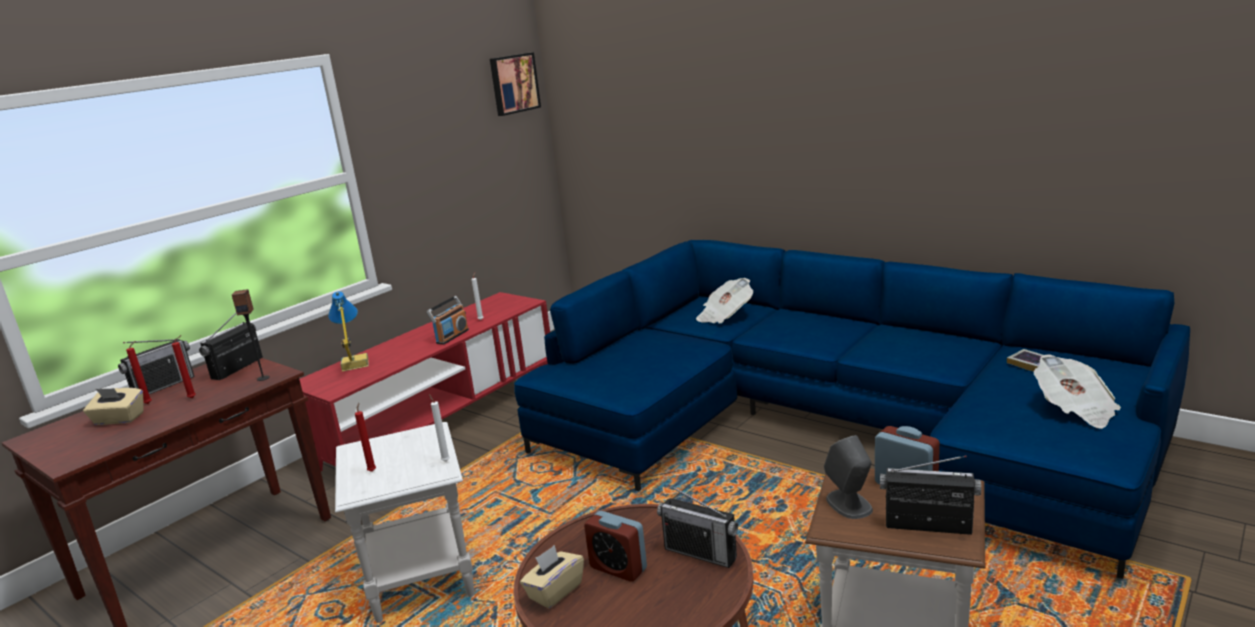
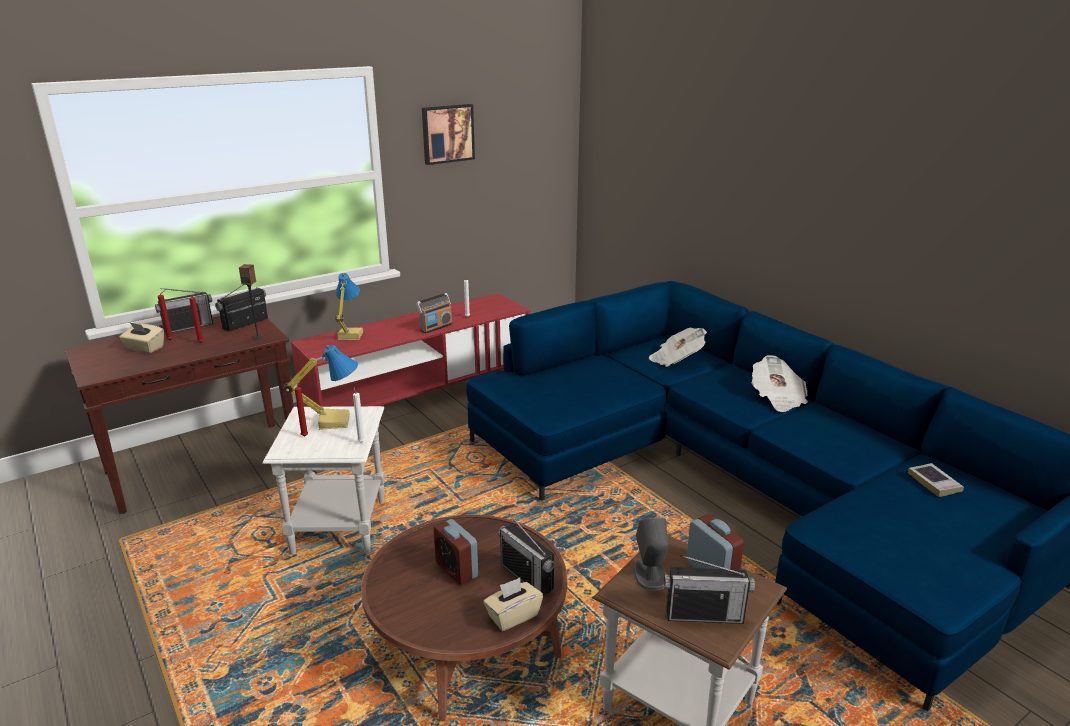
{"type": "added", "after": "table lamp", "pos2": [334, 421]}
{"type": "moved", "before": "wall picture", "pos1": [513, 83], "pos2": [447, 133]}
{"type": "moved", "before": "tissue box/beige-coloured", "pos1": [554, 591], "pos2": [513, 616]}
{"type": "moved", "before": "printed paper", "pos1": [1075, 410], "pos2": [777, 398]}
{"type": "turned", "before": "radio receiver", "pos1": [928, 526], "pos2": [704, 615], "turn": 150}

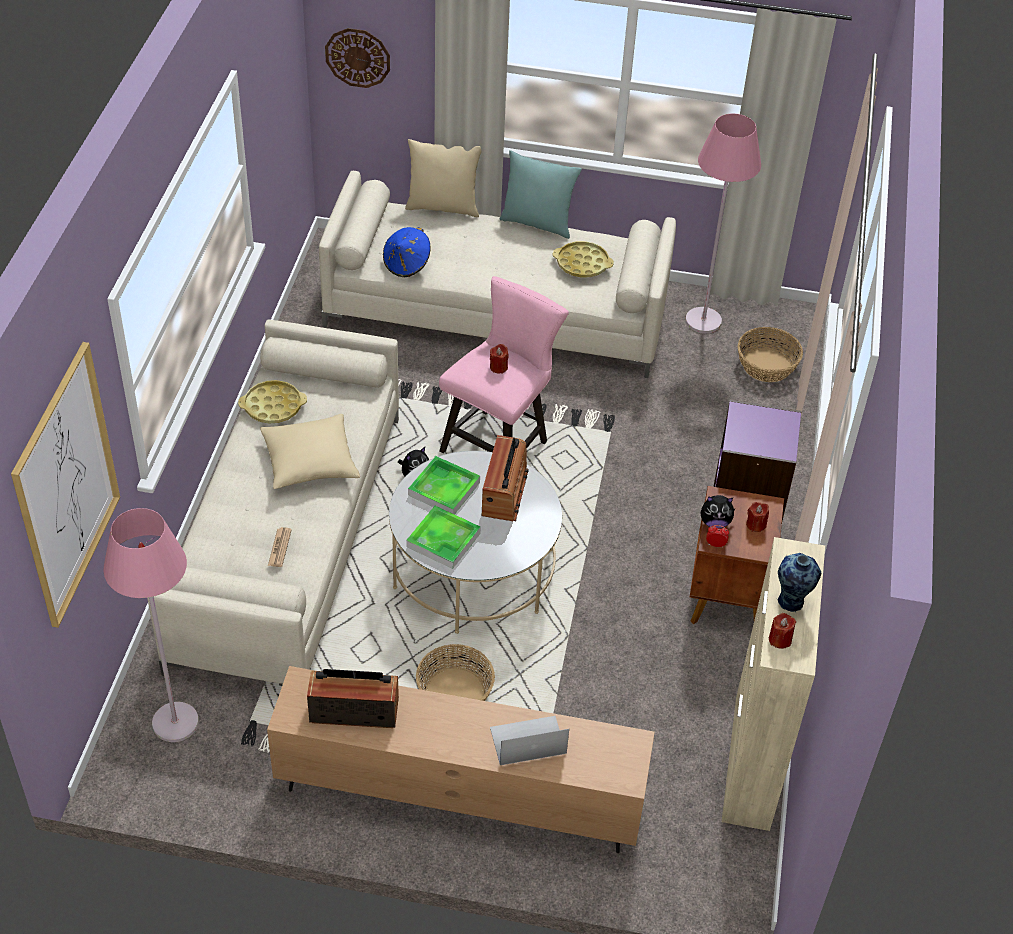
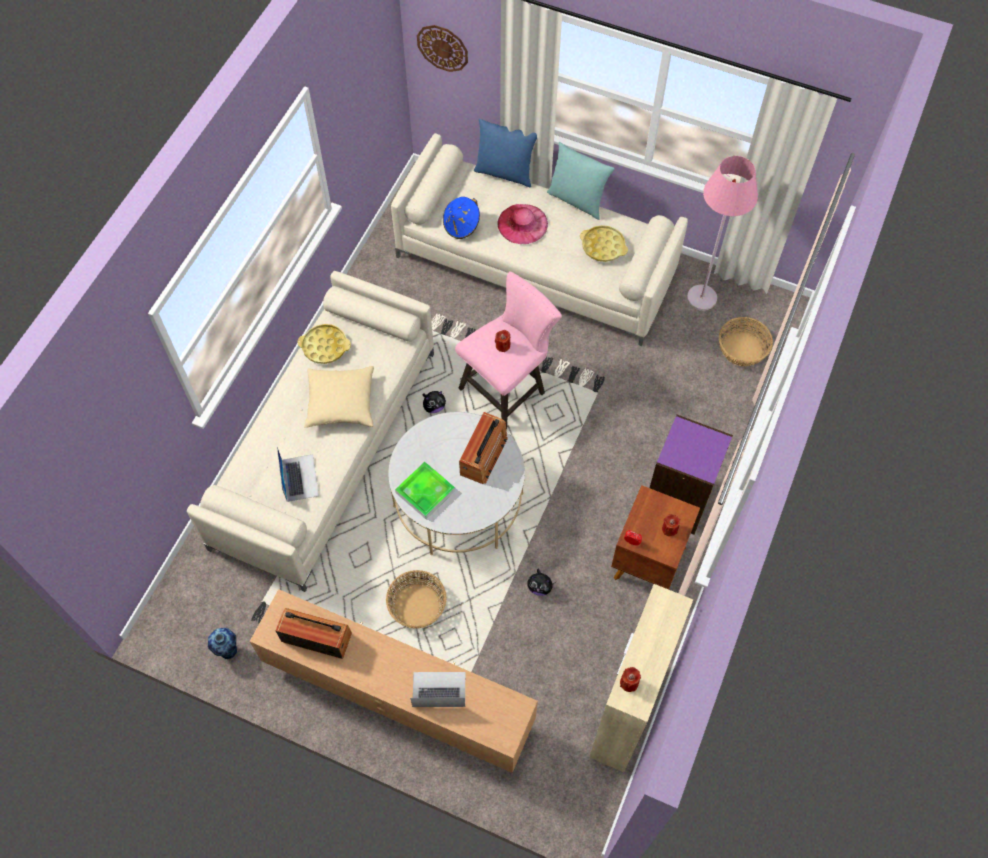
{"type": "removed", "before": "wall picture", "pos1": [67, 486]}
{"type": "removed", "before": "standard lamp/pink", "pos1": [175, 722]}
{"type": "removed", "before": "serving tray", "pos1": [444, 489]}
{"type": "added", "after": "hat/pink", "pos2": [522, 224]}
{"type": "moved", "before": "cuddly toy", "pos1": [715, 522], "pos2": [540, 587]}
{"type": "moved", "before": "flower vase", "pos1": [791, 602], "pos2": [228, 651]}
{"type": "replaced", "before": "printed paper", "after": "notebook computer", "pos1": [279, 547], "pos2": [299, 477]}
{"type": "recoloured", "before": "throw pillow/beige-coloured", "after": "throw pillow/blue", "pos1": [443, 207], "pos2": [505, 173]}

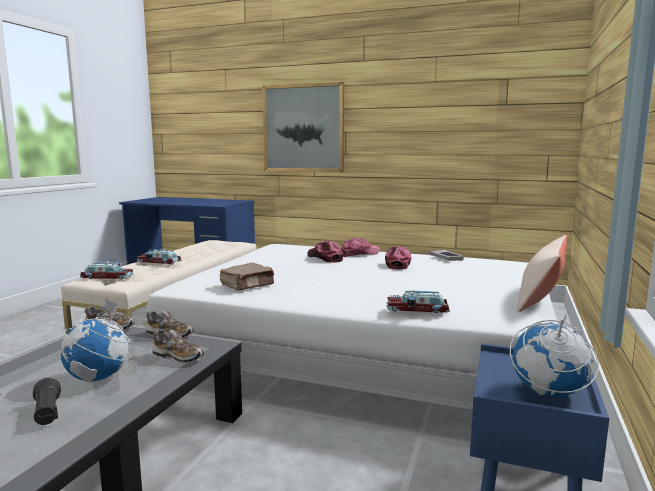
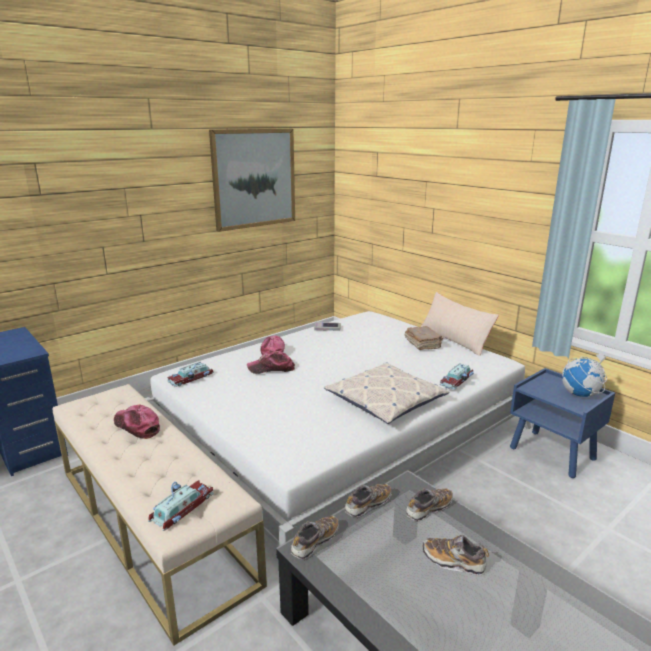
{"type": "removed", "before": "flashlight/blackish", "pos1": [47, 413]}
{"type": "added", "after": "throw pillow", "pos2": [385, 400]}
{"type": "moved", "before": "miniature car", "pos1": [159, 262], "pos2": [192, 378]}
{"type": "moved", "before": "volume/brown-coloured", "pos1": [248, 285], "pos2": [422, 344]}
{"type": "moved", "before": "wall picture", "pos1": [303, 128], "pos2": [254, 178]}
{"type": "moved", "before": "cap", "pos1": [397, 264], "pos2": [137, 426]}
{"type": "replaced", "before": "desk globe", "after": "item of footwear", "pos1": [99, 378], "pos2": [453, 561]}

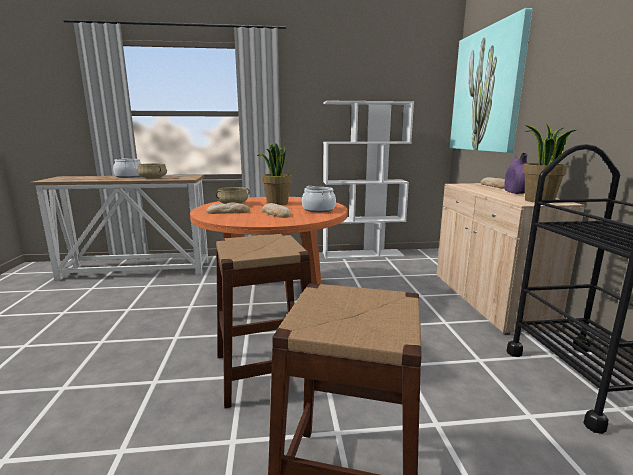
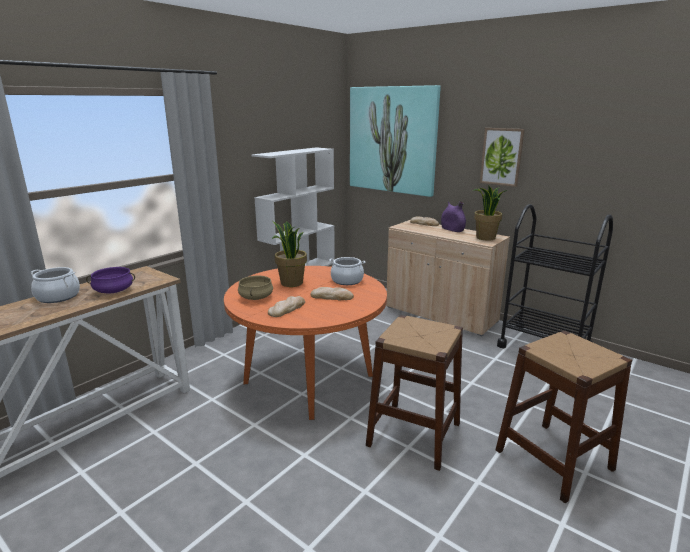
{"type": "added", "after": "wall picture", "pos2": [501, 156]}
{"type": "recoloured", "before": "saucepot/beige-coloured", "after": "saucepot/purple", "pos1": [153, 178], "pos2": [113, 291]}

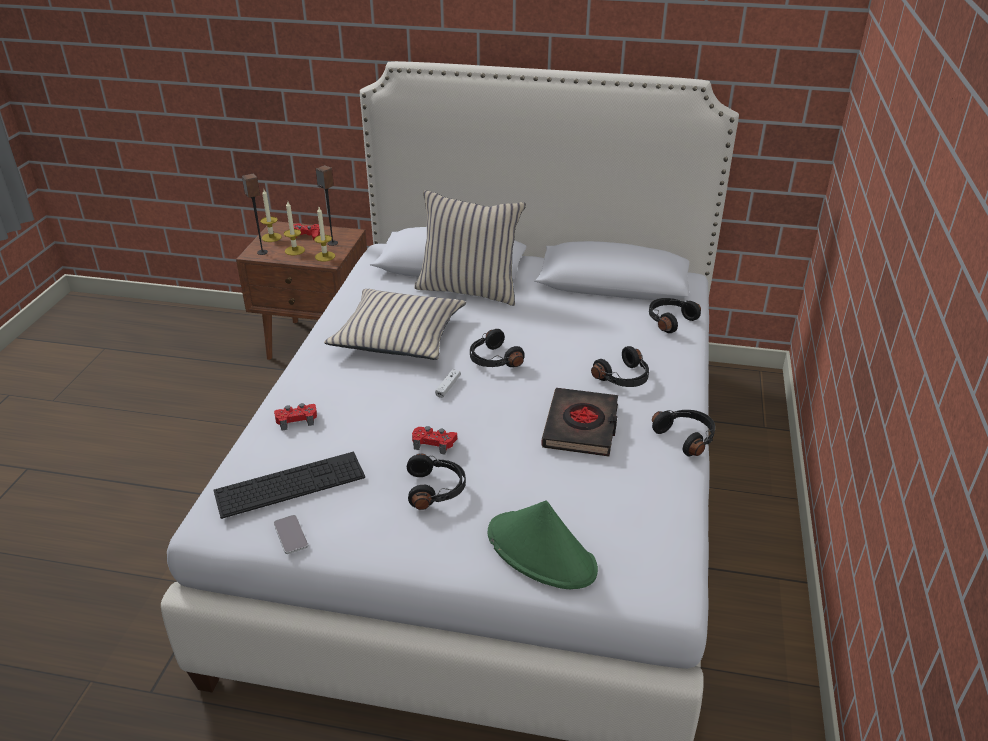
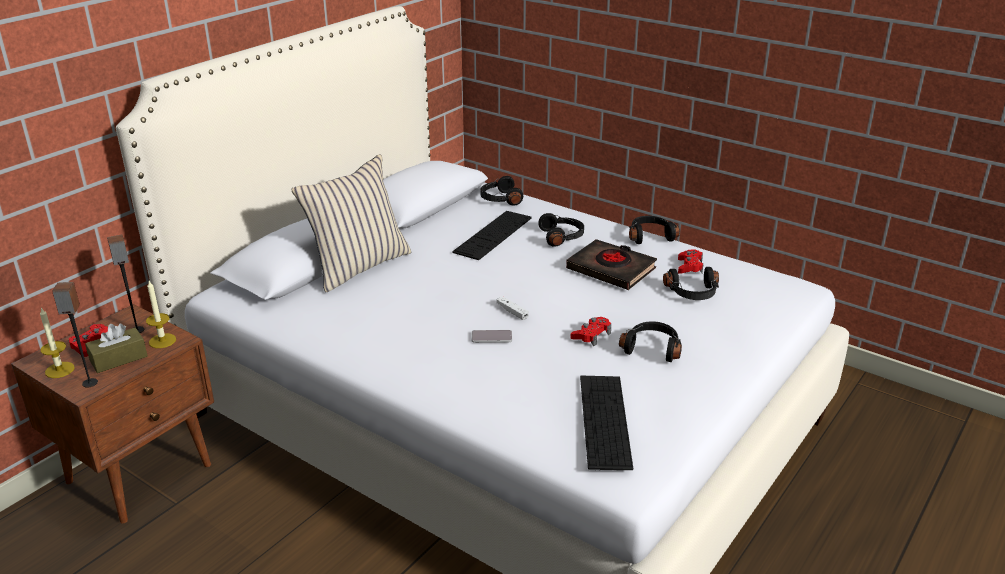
{"type": "removed", "before": "throw pillow/beige-coloured", "pos1": [398, 336]}
{"type": "removed", "before": "hat/green", "pos1": [542, 552]}
{"type": "added", "after": "keyboard", "pos2": [493, 235]}
{"type": "moved", "before": "game controller/red-coloured", "pos1": [296, 419], "pos2": [689, 267]}
{"type": "moved", "before": "handset", "pos1": [291, 535], "pos2": [491, 337]}
{"type": "moved", "before": "headset/blackish", "pos1": [493, 360], "pos2": [693, 293]}
{"type": "replaced", "before": "wax light", "after": "tissue box/brown-coloured", "pos1": [294, 250], "pos2": [118, 358]}

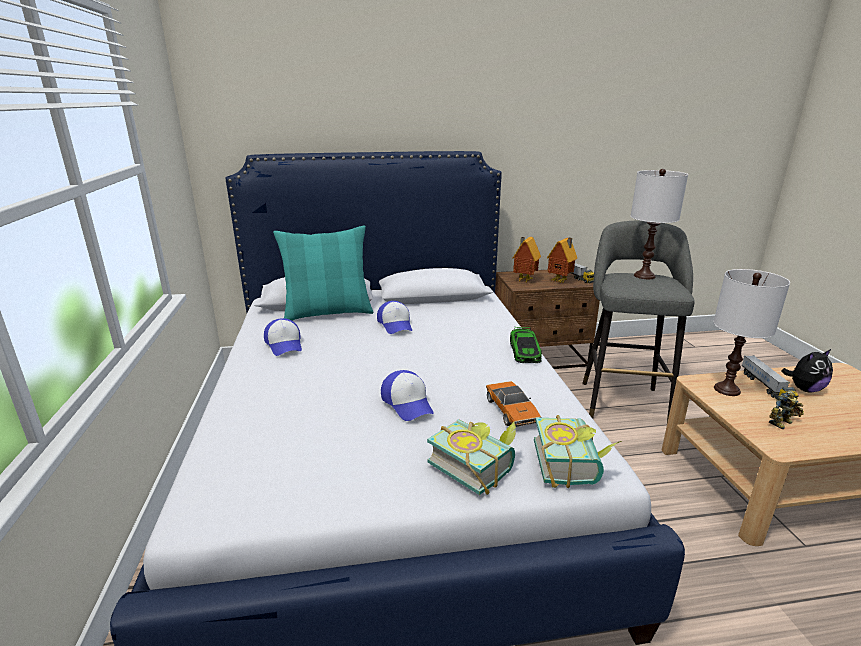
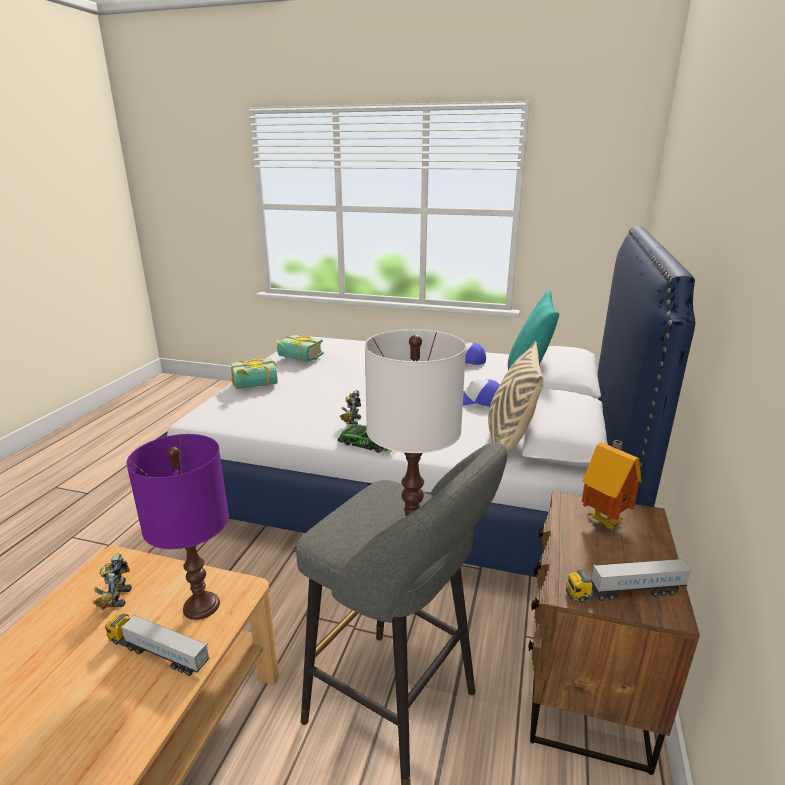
{"type": "removed", "before": "cap", "pos1": [407, 403]}
{"type": "removed", "before": "miniature car", "pos1": [512, 411]}
{"type": "removed", "before": "miniature house", "pos1": [561, 281]}
{"type": "removed", "before": "cuddly toy", "pos1": [804, 389]}
{"type": "added", "after": "model robot", "pos2": [351, 420]}
{"type": "added", "after": "throw pillow/beige-coloured", "pos2": [509, 440]}
{"type": "moved", "before": "volume", "pos1": [573, 465], "pos2": [298, 359]}
{"type": "recoloured", "before": "table lamp/whitish", "after": "table lamp/purple", "pos1": [727, 389], "pos2": [201, 606]}

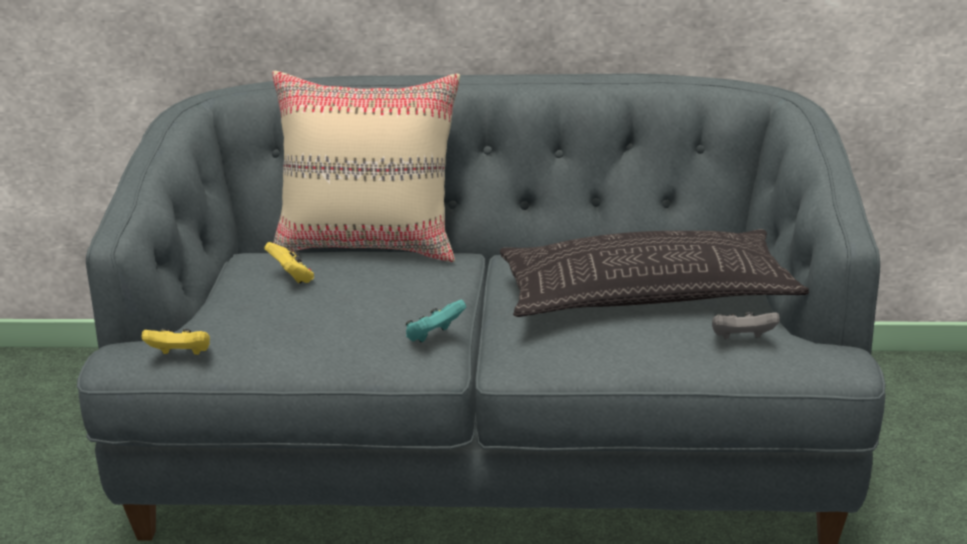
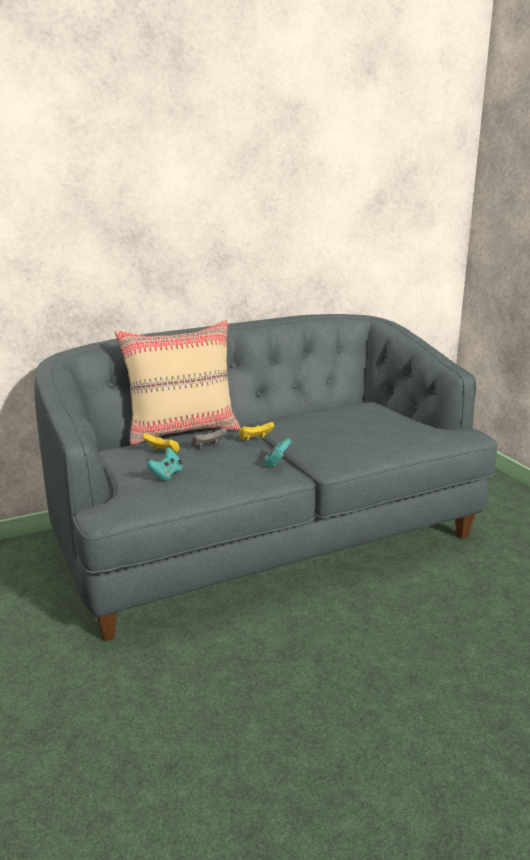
{"type": "removed", "before": "throw pillow", "pos1": [647, 293]}
{"type": "added", "after": "game controller/turquoise-coloured", "pos2": [166, 475]}
{"type": "moved", "before": "game controller/yellowish", "pos1": [181, 355], "pos2": [255, 439]}
{"type": "moved", "before": "game controller/grey", "pos1": [742, 339], "pos2": [207, 447]}

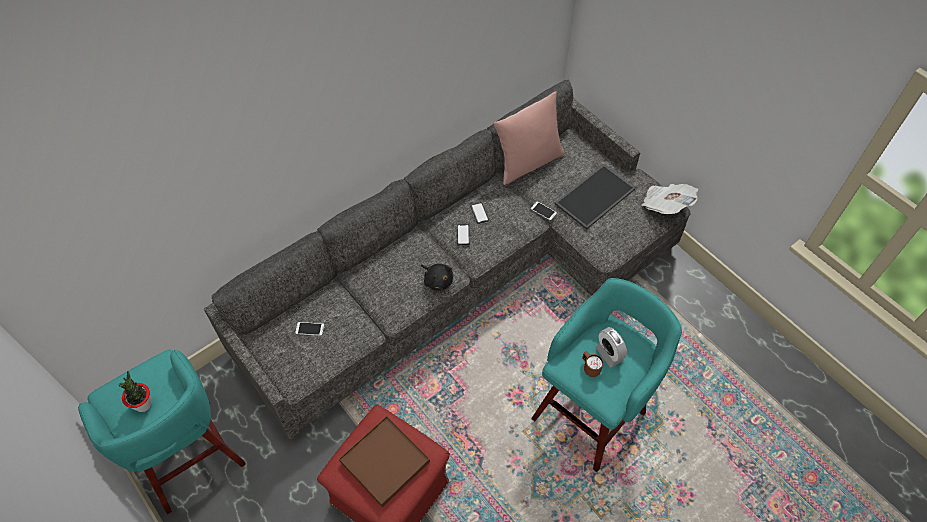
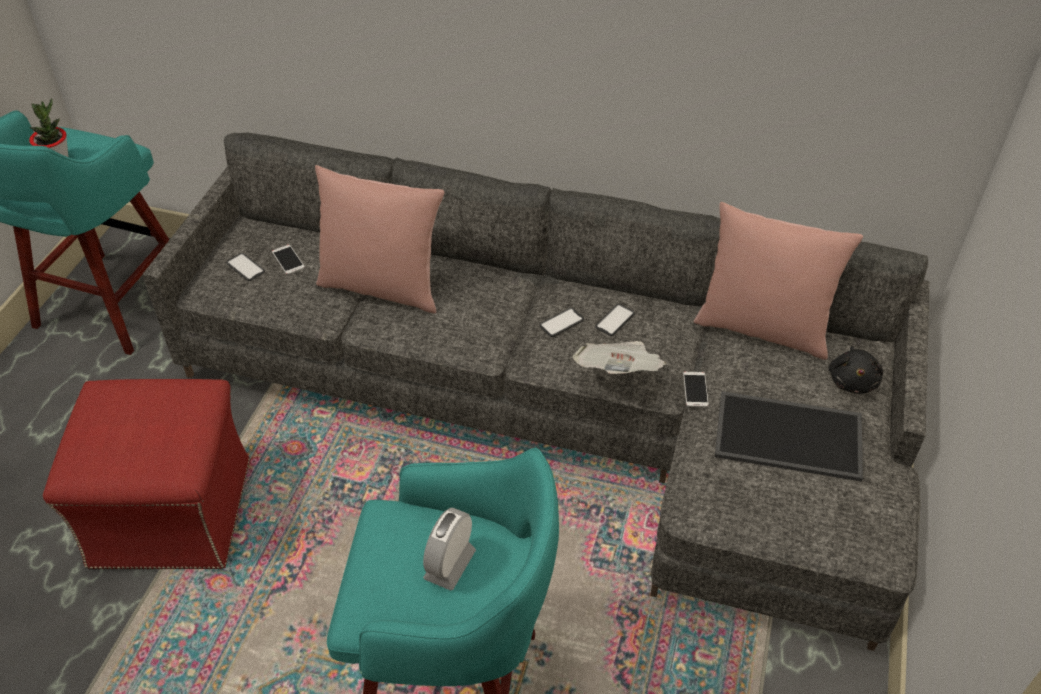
{"type": "removed", "before": "serving tray/brown-coloured", "pos1": [385, 462]}
{"type": "removed", "before": "tea mug/brown-coloured", "pos1": [589, 368]}
{"type": "added", "after": "handset", "pos2": [245, 267]}
{"type": "added", "after": "throw pillow/pink", "pos2": [382, 287]}
{"type": "moved", "before": "cuddly toy/blackish", "pos1": [437, 280], "pos2": [852, 380]}
{"type": "moved", "before": "printed paper", "pos1": [665, 205], "pos2": [618, 373]}

